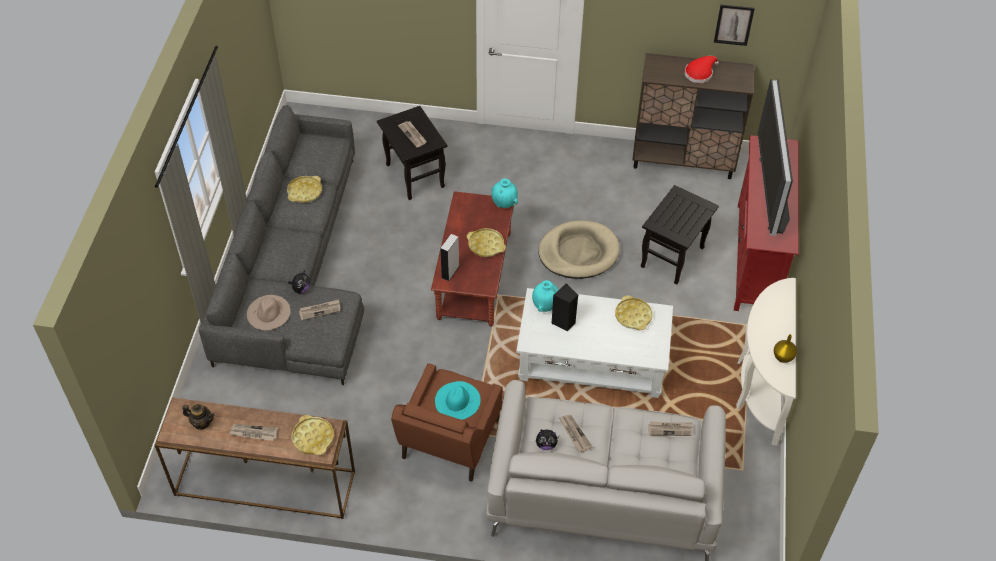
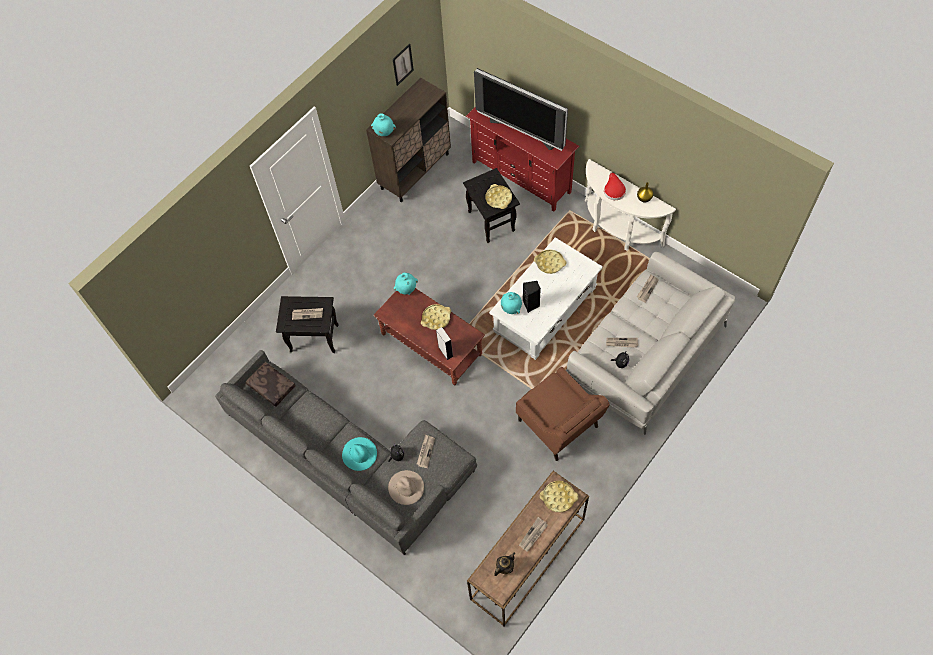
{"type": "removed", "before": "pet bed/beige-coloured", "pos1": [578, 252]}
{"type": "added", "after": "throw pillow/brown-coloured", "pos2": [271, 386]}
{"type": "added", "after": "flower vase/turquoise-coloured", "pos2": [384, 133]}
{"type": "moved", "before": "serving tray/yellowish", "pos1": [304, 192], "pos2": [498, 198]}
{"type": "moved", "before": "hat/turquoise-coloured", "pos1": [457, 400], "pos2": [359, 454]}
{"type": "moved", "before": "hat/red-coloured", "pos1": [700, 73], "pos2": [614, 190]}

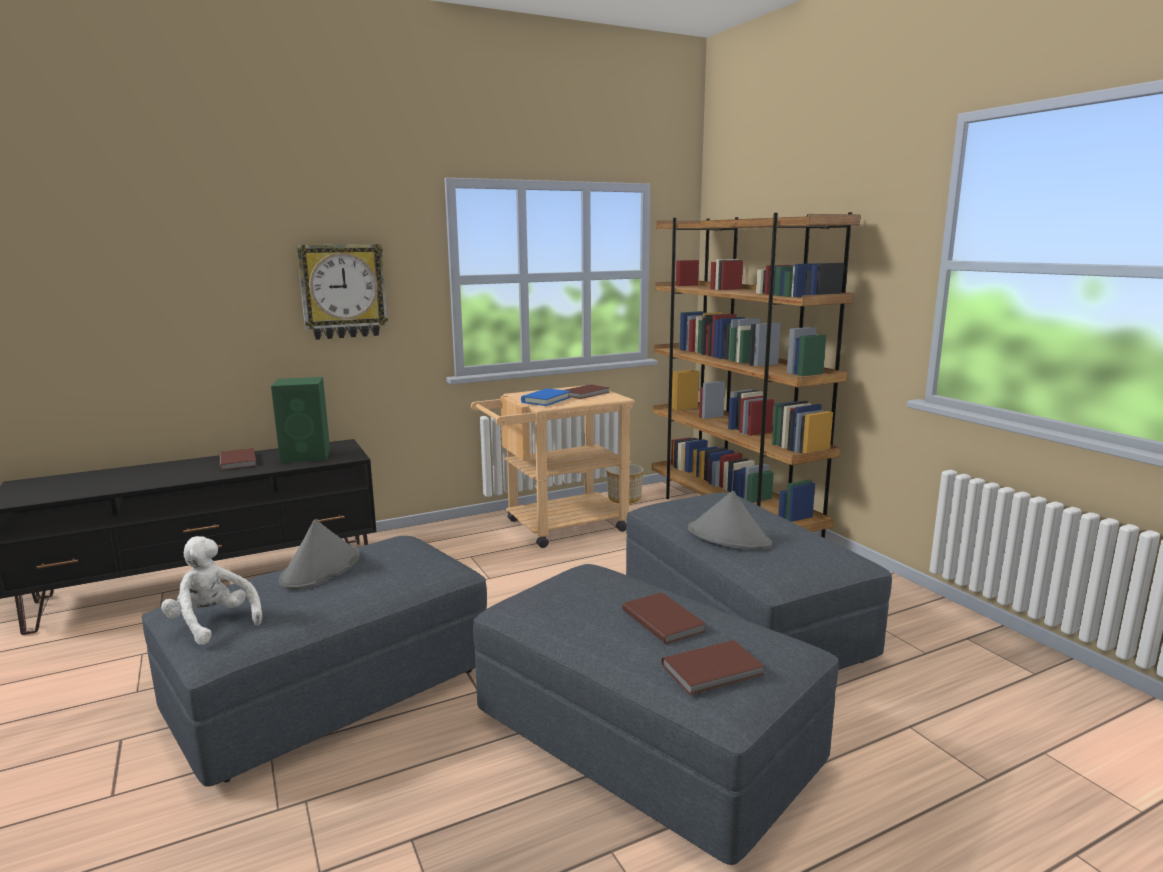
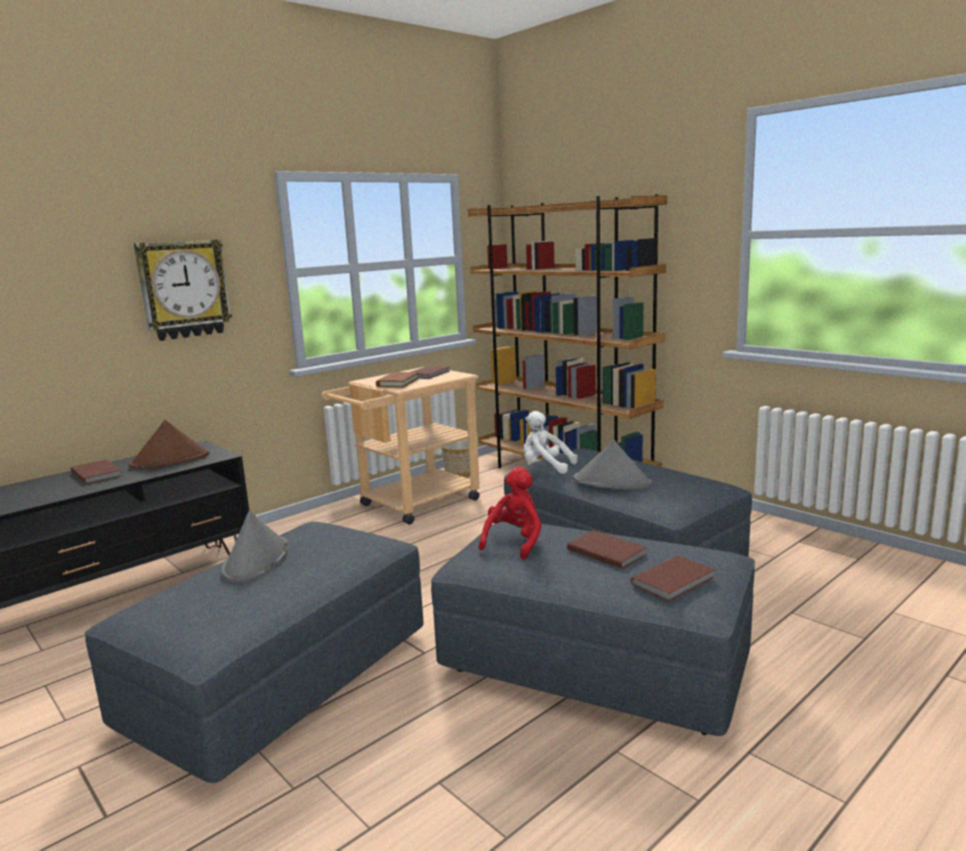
{"type": "added", "after": "cuddly toy/red-coloured", "pos2": [515, 542]}
{"type": "moved", "before": "cuddly toy/whitish", "pos1": [213, 623], "pos2": [545, 467]}
{"type": "replaced", "before": "loudspeaker/green", "after": "hat/brown-coloured", "pos1": [307, 456], "pos2": [170, 460]}
{"type": "recoloured", "before": "volume/blue", "after": "volume/brown-coloured", "pos1": [546, 400], "pos2": [397, 383]}

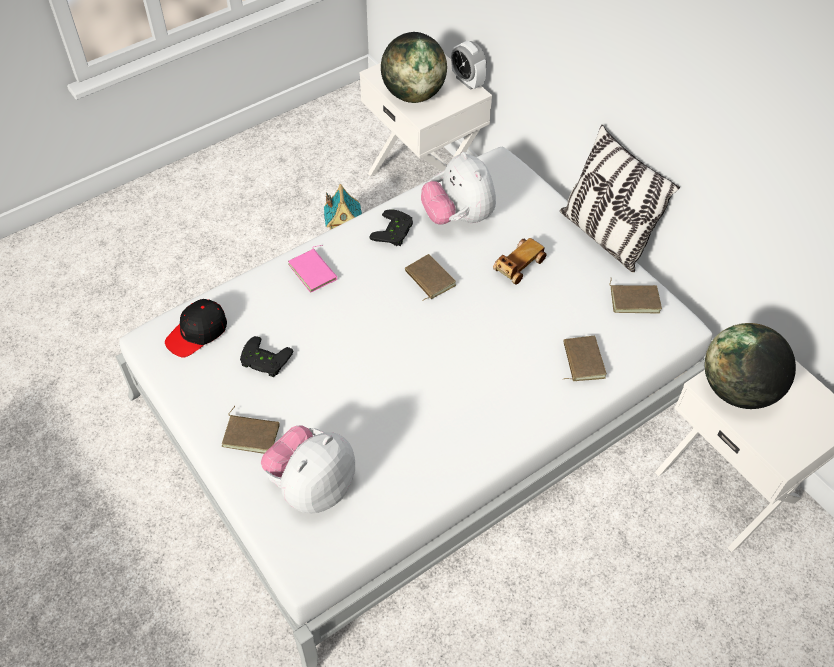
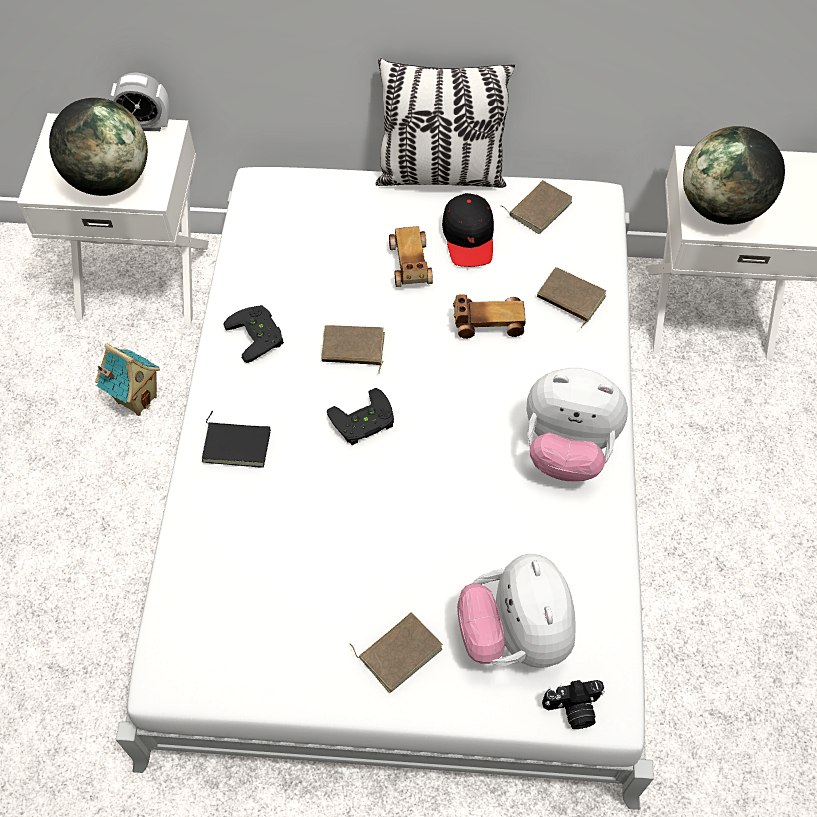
{"type": "added", "after": "miniature car", "pos2": [487, 322]}
{"type": "added", "after": "still camera", "pos2": [573, 709]}
{"type": "moved", "before": "cap/blackish", "pos1": [197, 333], "pos2": [469, 237]}
{"type": "moved", "before": "game controller/blackish", "pos1": [264, 361], "pos2": [364, 423]}
{"type": "moved", "before": "cuddly toy", "pos1": [458, 217], "pos2": [567, 448]}
{"type": "recoloured", "before": "volume/pink", "after": "volume/blackish", "pos1": [314, 271], "pos2": [237, 444]}

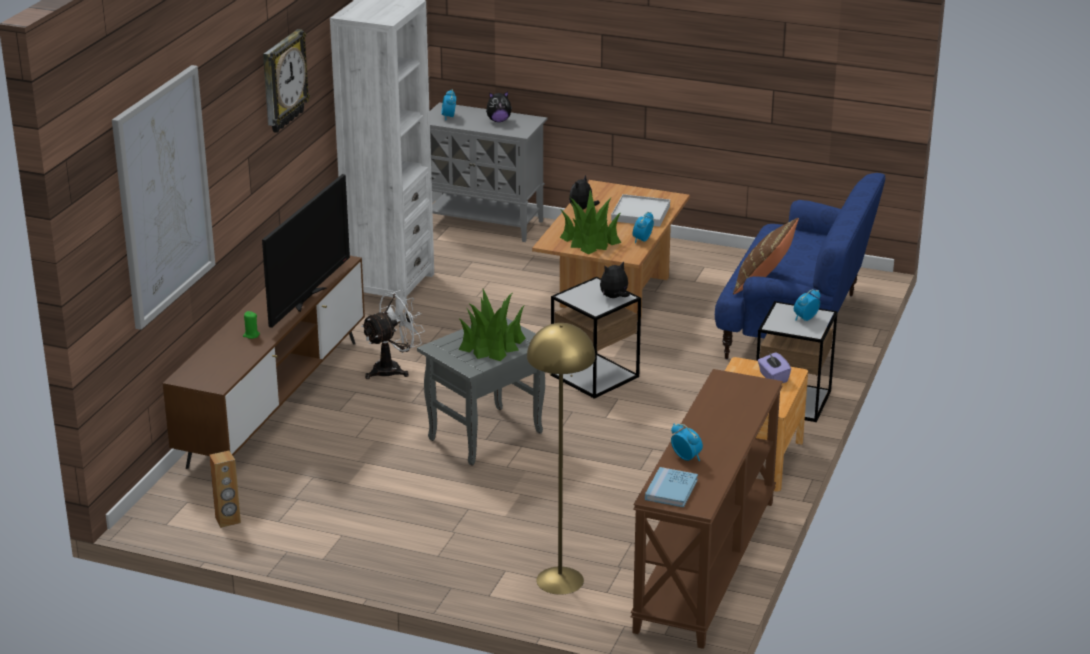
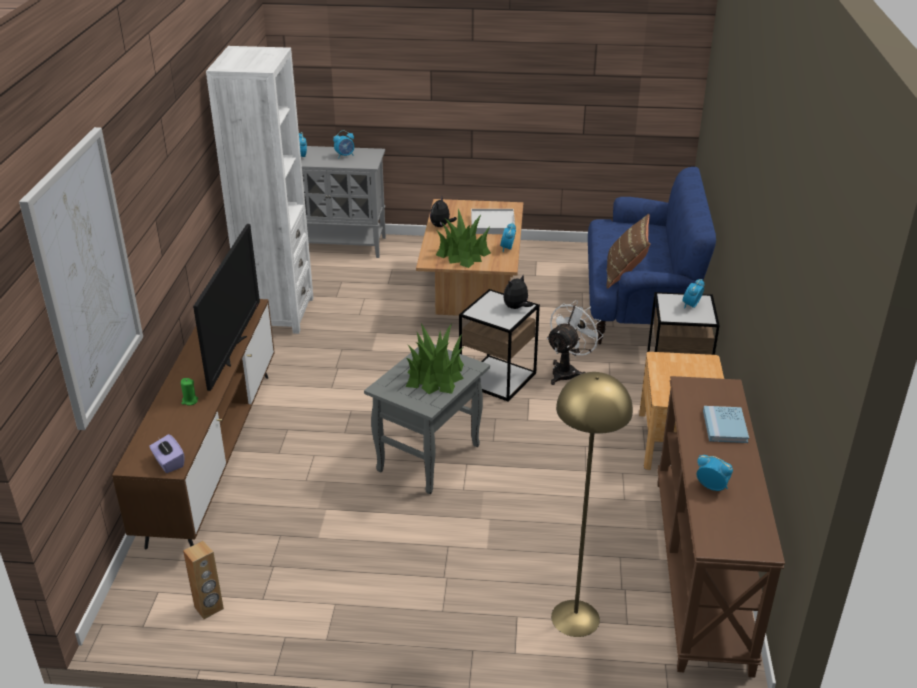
{"type": "removed", "before": "hanging clock", "pos1": [282, 81]}
{"type": "moved", "before": "fan/whitish", "pos1": [393, 369], "pos2": [567, 371]}
{"type": "moved", "before": "volume/blue", "pos1": [671, 490], "pos2": [725, 426]}
{"type": "moved", "before": "tissue box/purple", "pos1": [773, 377], "pos2": [168, 463]}
{"type": "replaced", "before": "cuddly toy", "after": "table clock", "pos1": [498, 120], "pos2": [345, 156]}

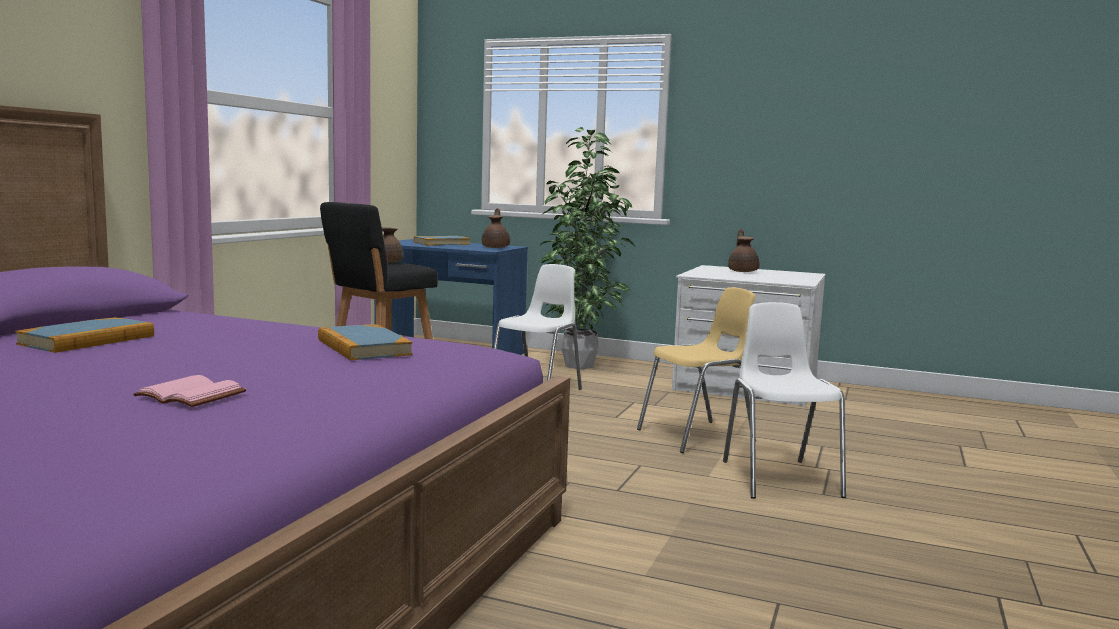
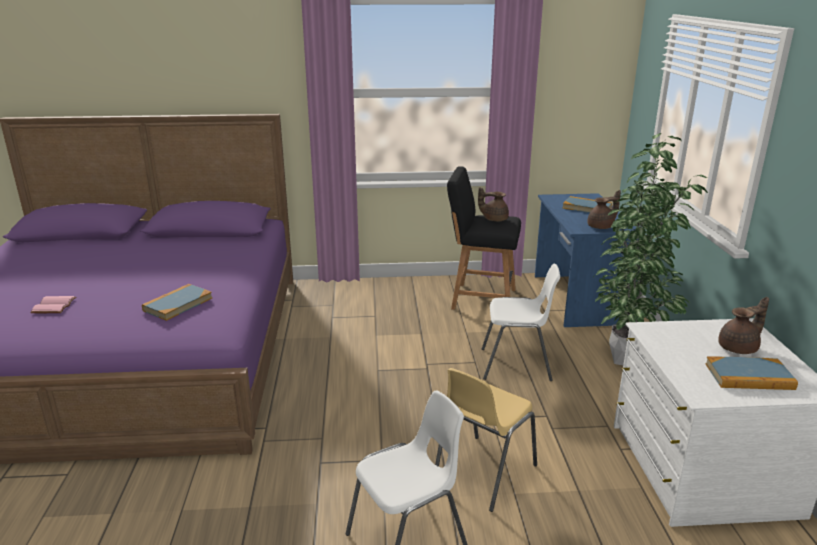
{"type": "moved", "before": "volume", "pos1": [87, 340], "pos2": [749, 377]}
{"type": "turned", "before": "plain chair/yellowish", "pos1": [697, 436], "pos2": [483, 472], "turn": 90}

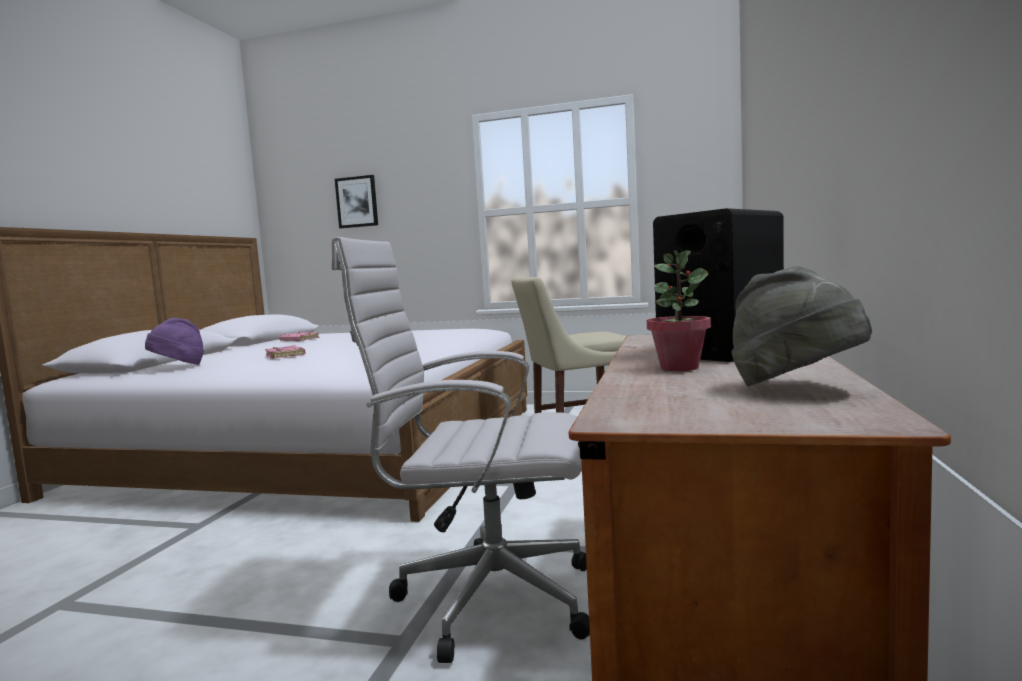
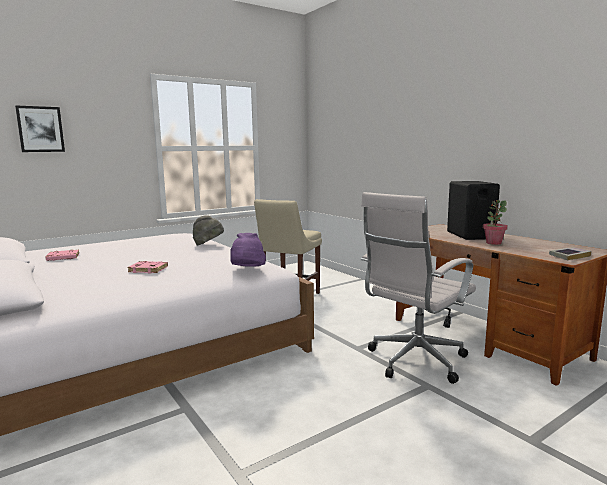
{"type": "added", "after": "volume", "pos2": [569, 256]}
{"type": "moved", "before": "hat/purple", "pos1": [178, 367], "pos2": [247, 270]}
{"type": "moved", "before": "hat/grey", "pos1": [796, 388], "pos2": [208, 244]}

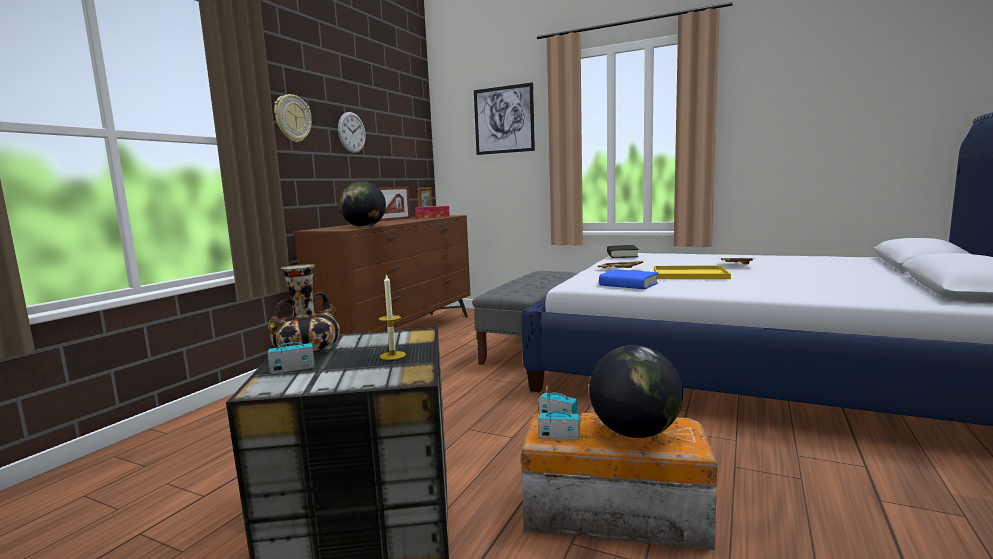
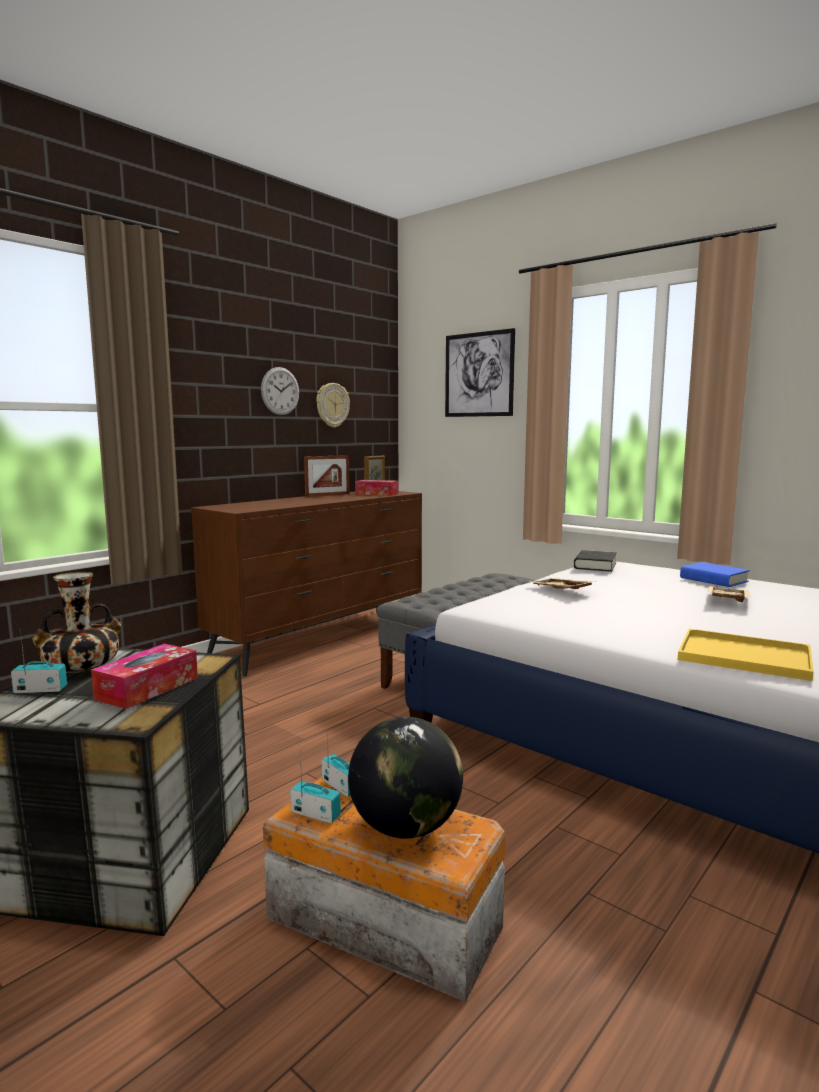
{"type": "removed", "before": "desk globe", "pos1": [364, 226]}
{"type": "moved", "before": "hanging clock", "pos1": [292, 118], "pos2": [332, 405]}
{"type": "moved", "before": "volume/blue", "pos1": [628, 284], "pos2": [713, 580]}
{"type": "moved", "before": "serving tray/yellowish", "pos1": [688, 274], "pos2": [741, 656]}
{"type": "replaced", "before": "wax light", "after": "tissue box", "pos1": [392, 355], "pos2": [147, 688]}

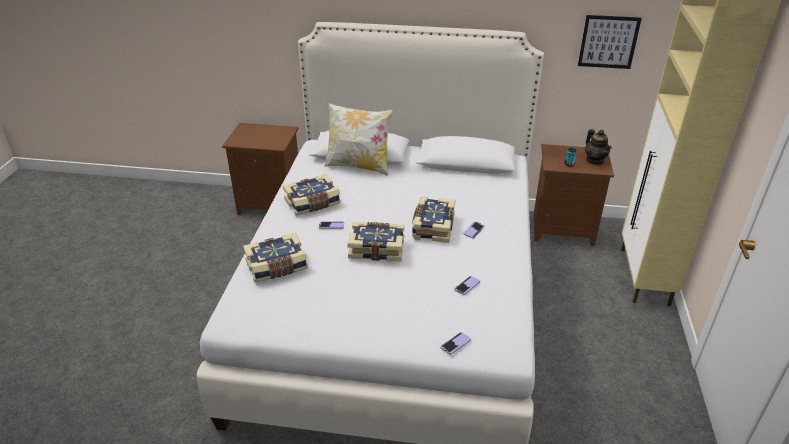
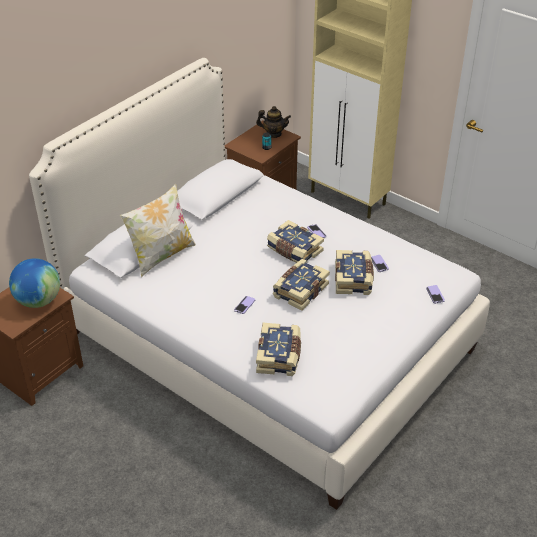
{"type": "removed", "before": "wall picture", "pos1": [608, 42]}
{"type": "added", "after": "desk globe", "pos2": [38, 300]}
{"type": "moved", "before": "volume", "pos1": [313, 203], "pos2": [354, 279]}

